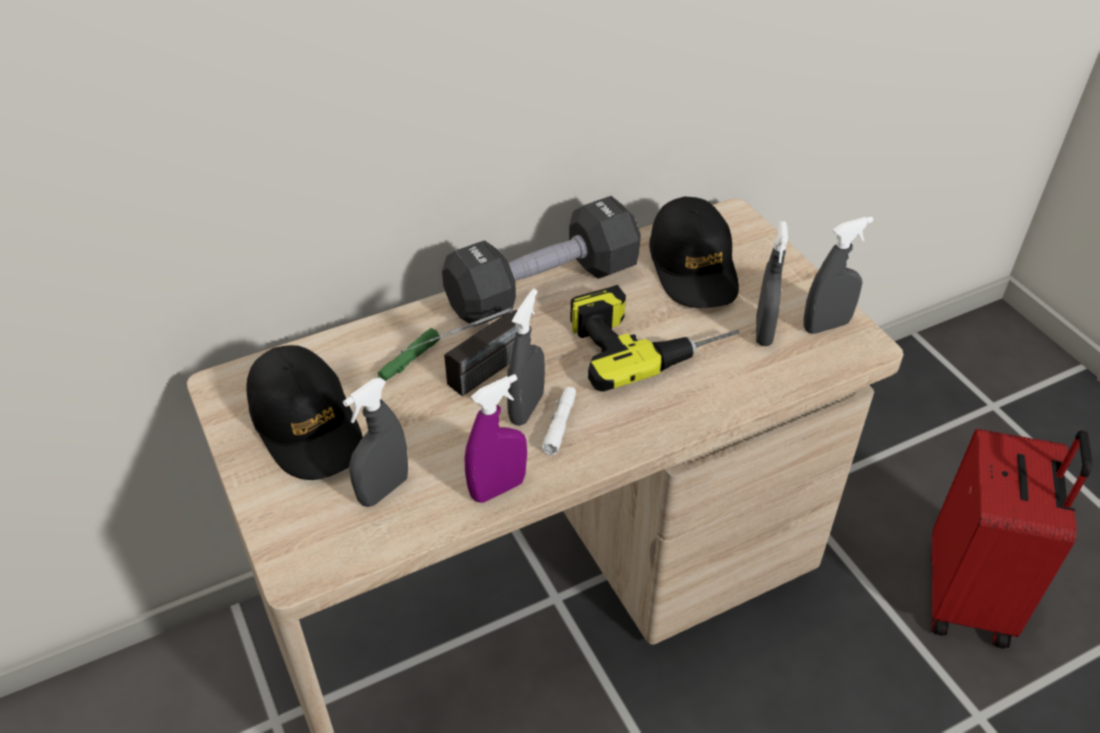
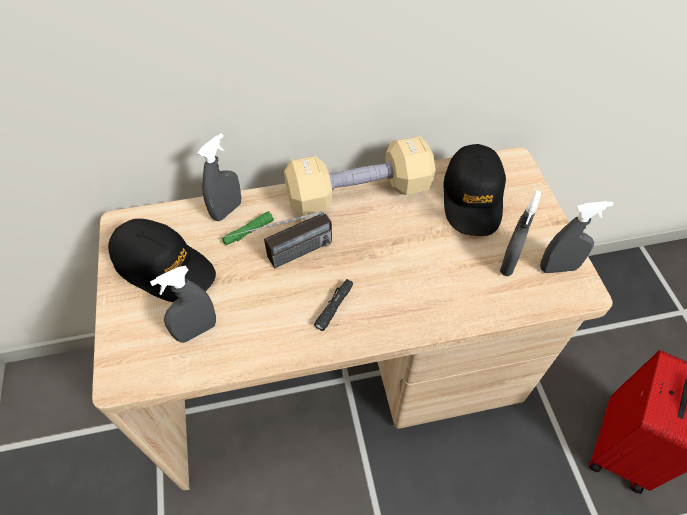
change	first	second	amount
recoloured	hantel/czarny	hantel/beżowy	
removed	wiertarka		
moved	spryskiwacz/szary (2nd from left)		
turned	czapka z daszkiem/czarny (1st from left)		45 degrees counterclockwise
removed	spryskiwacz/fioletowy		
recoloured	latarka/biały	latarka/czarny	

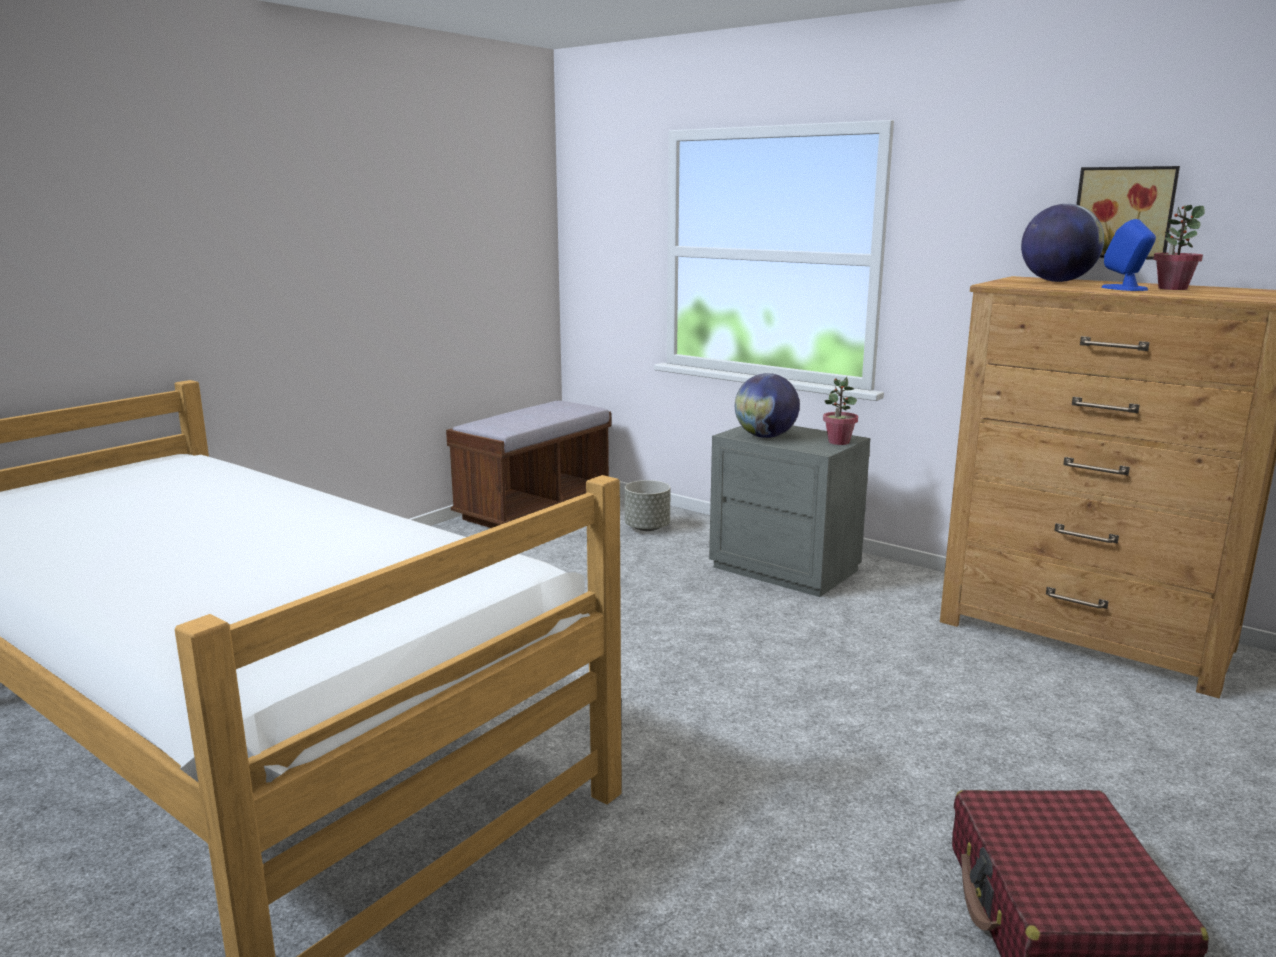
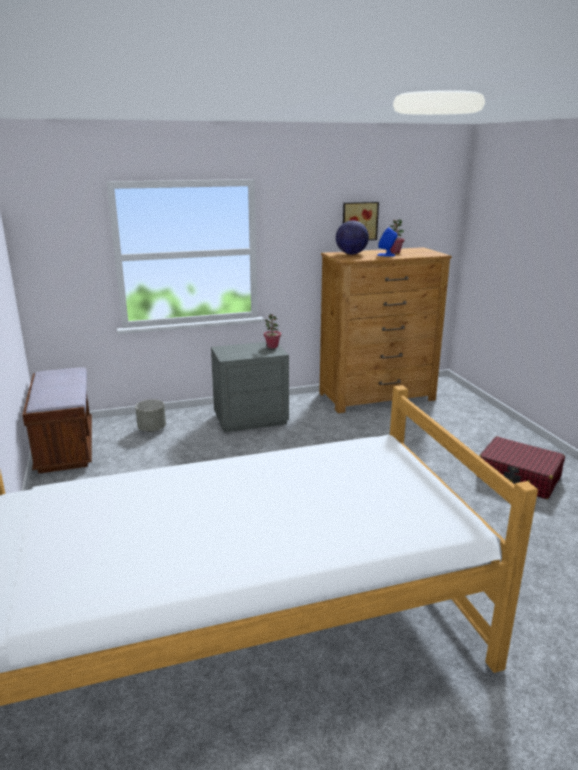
change	first	second	amount
removed	globus (1st from left)		

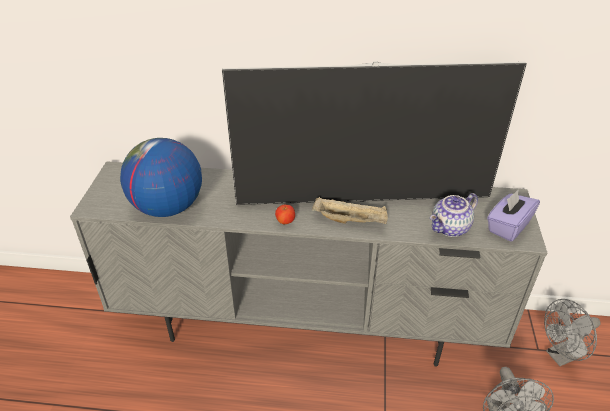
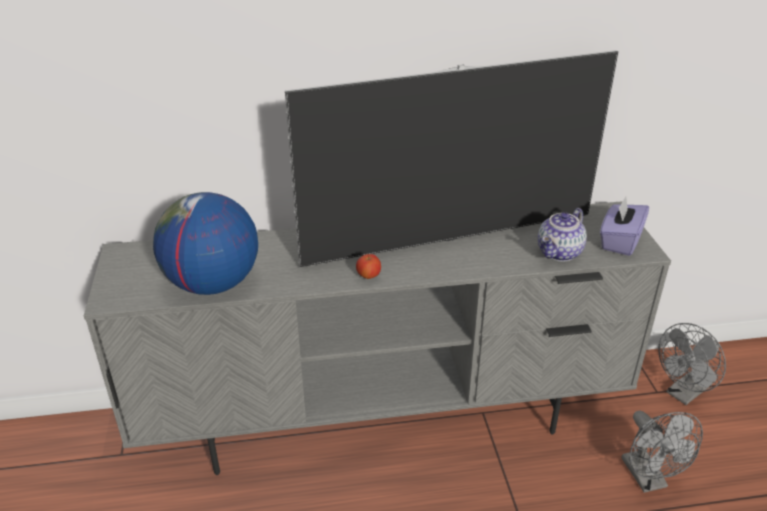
change	first	second	amount
removed	taca/beżowy		

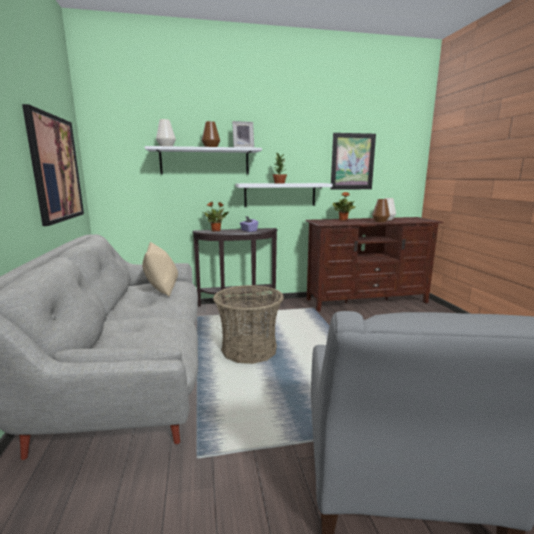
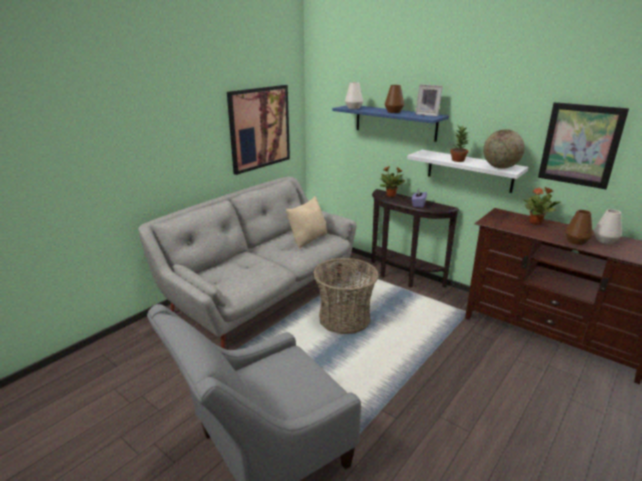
change	first	second	amount
recoloured	półka/biały (1st from left)	półka/niebieski	
added		globus	

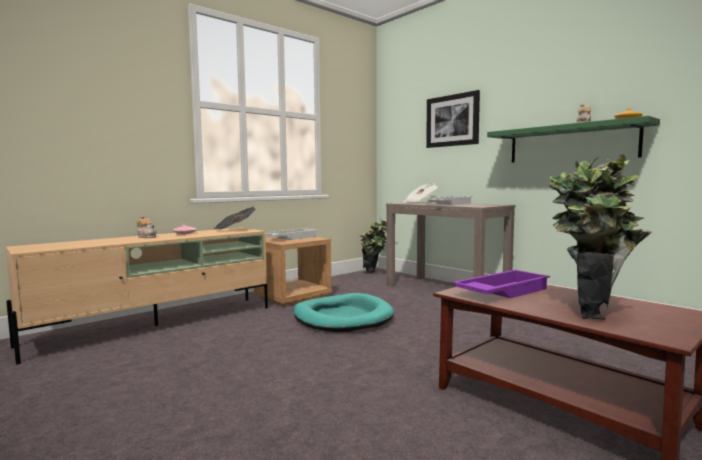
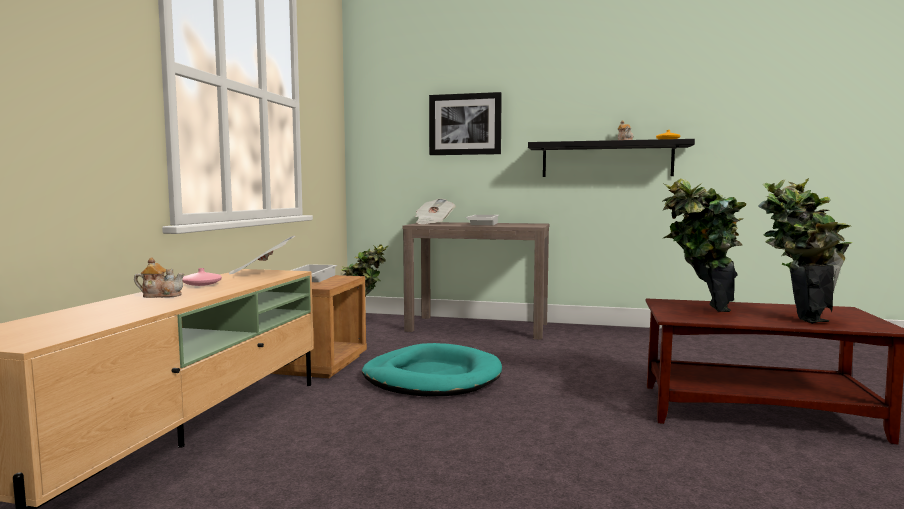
change	first	second	amount
recoloured	półka/zielony	półka/czarny	
replaced	taca/fioletowy	roślina doniczkowa (2nd from left)	

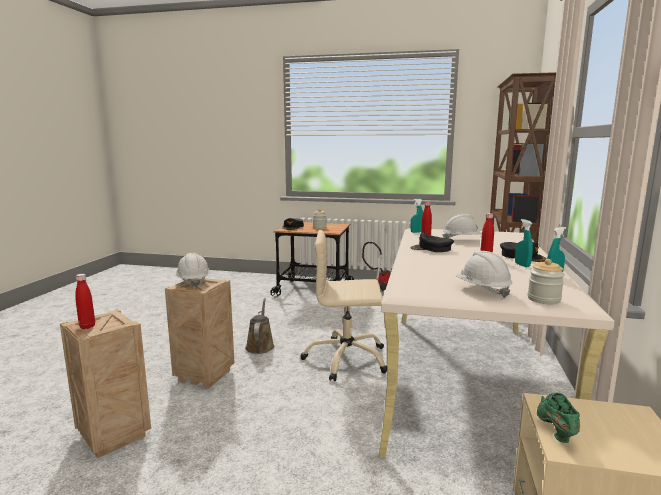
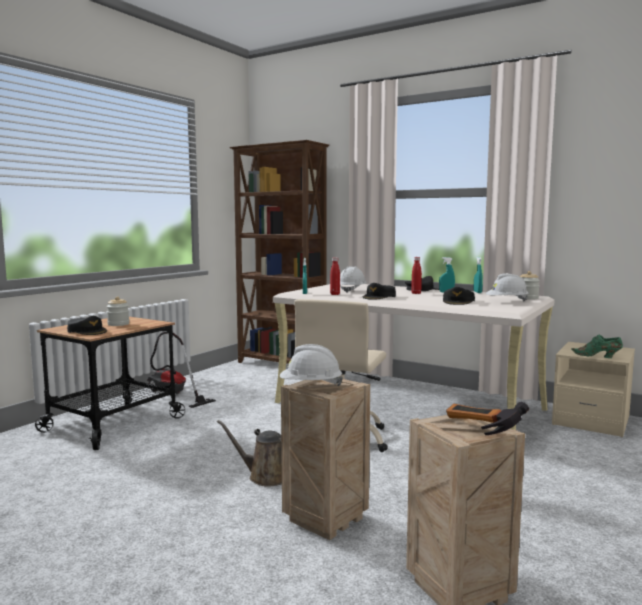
change	first	second	amount
replaced	butelka/czerwony (1st from left)	młotek	
added		czapka z daszkiem/czarny (4th from left)	

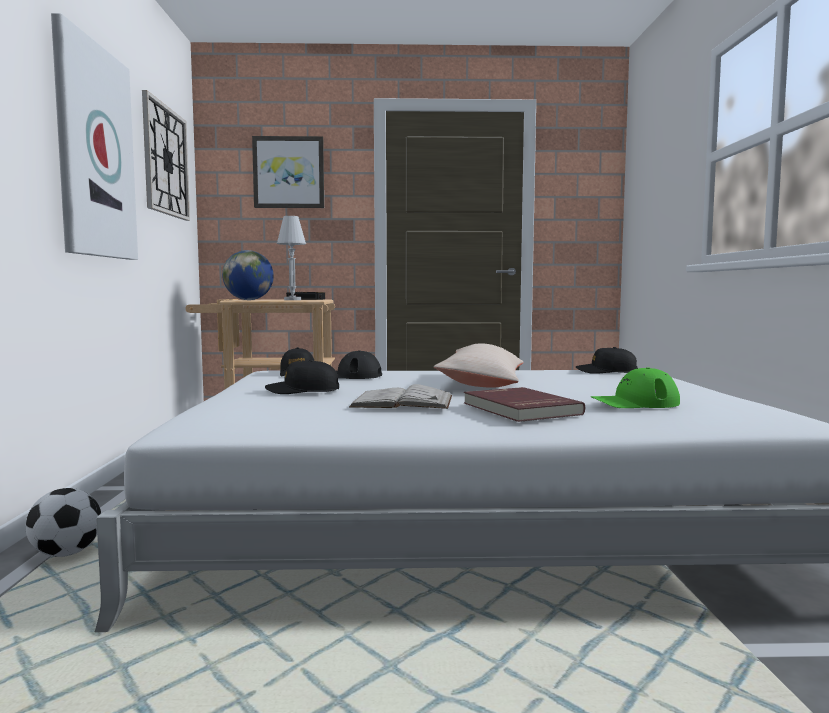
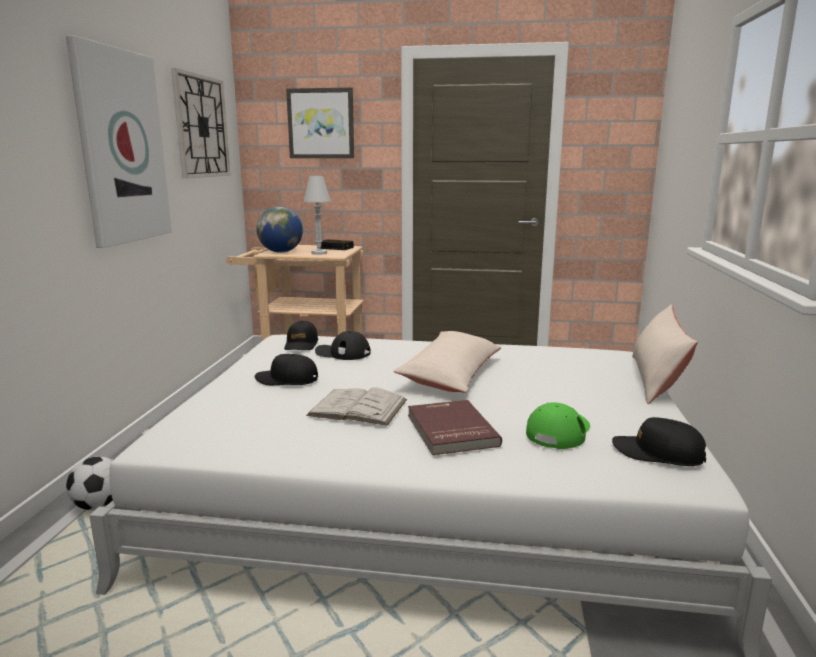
change	first	second	amount
moved	czapka z daszkiem/czarny (4th from left)		
turned	czapka z daszkiem/zielony		120 degrees clockwise
added		poduszka/beżowy (2nd from left)	

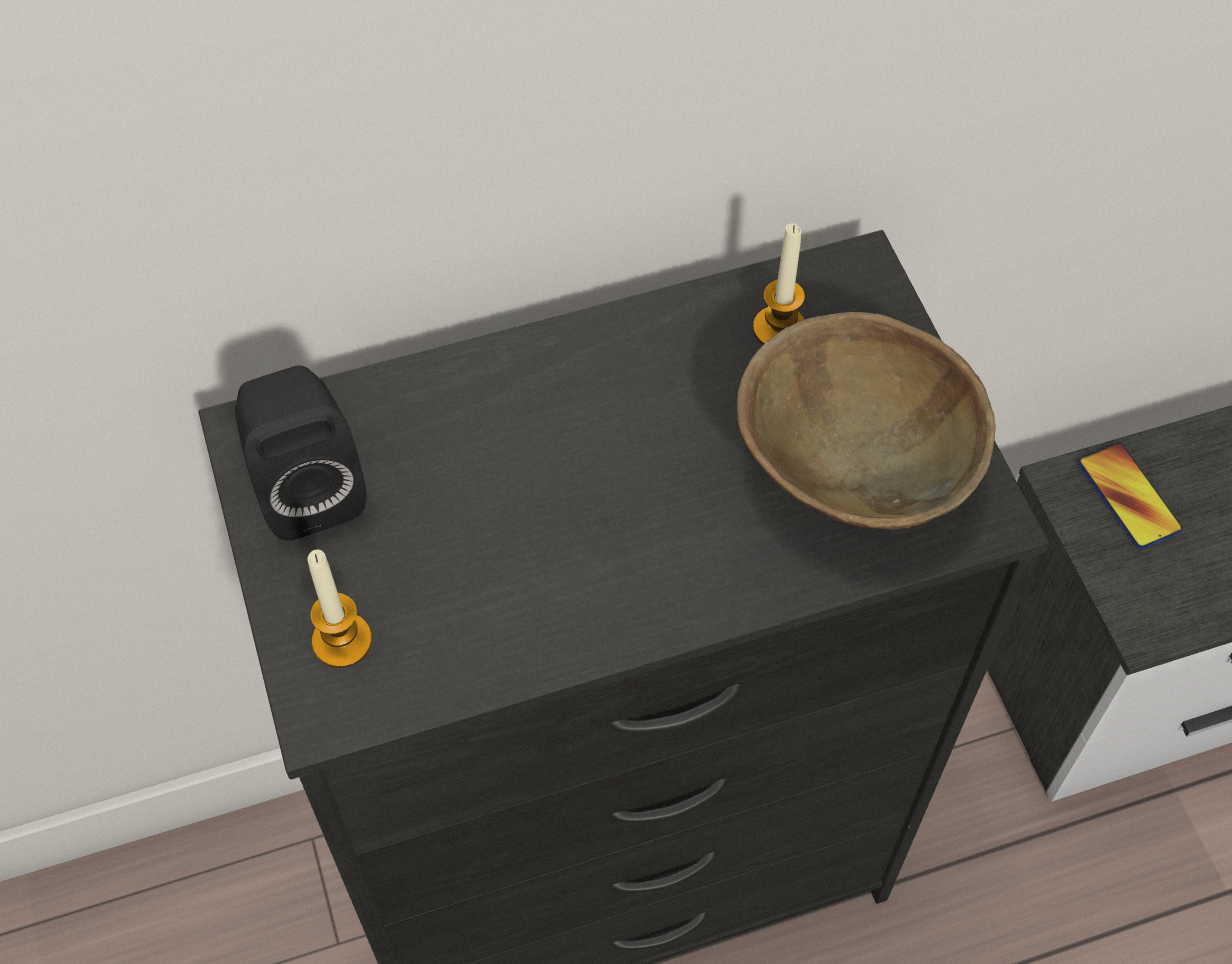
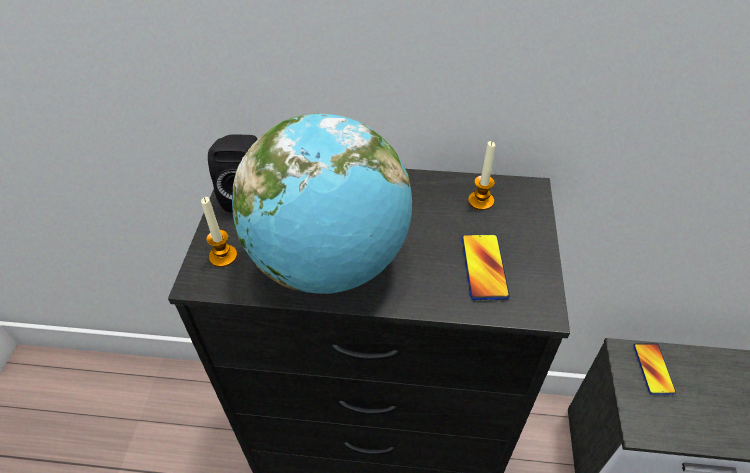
change	first	second	amount
replaced	miska/brązowy	telefon (1st from left)	
added		globus	

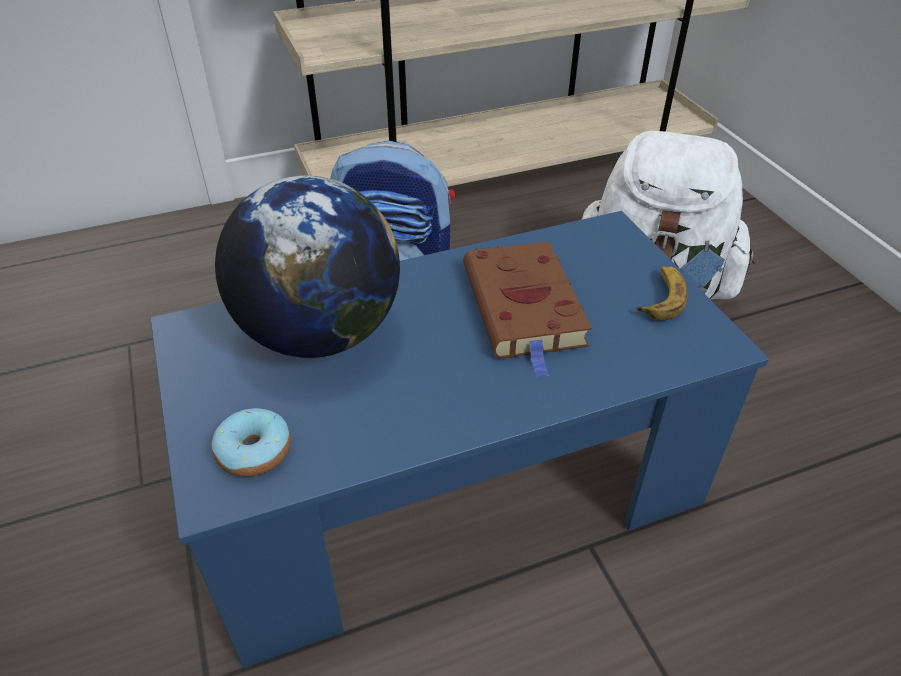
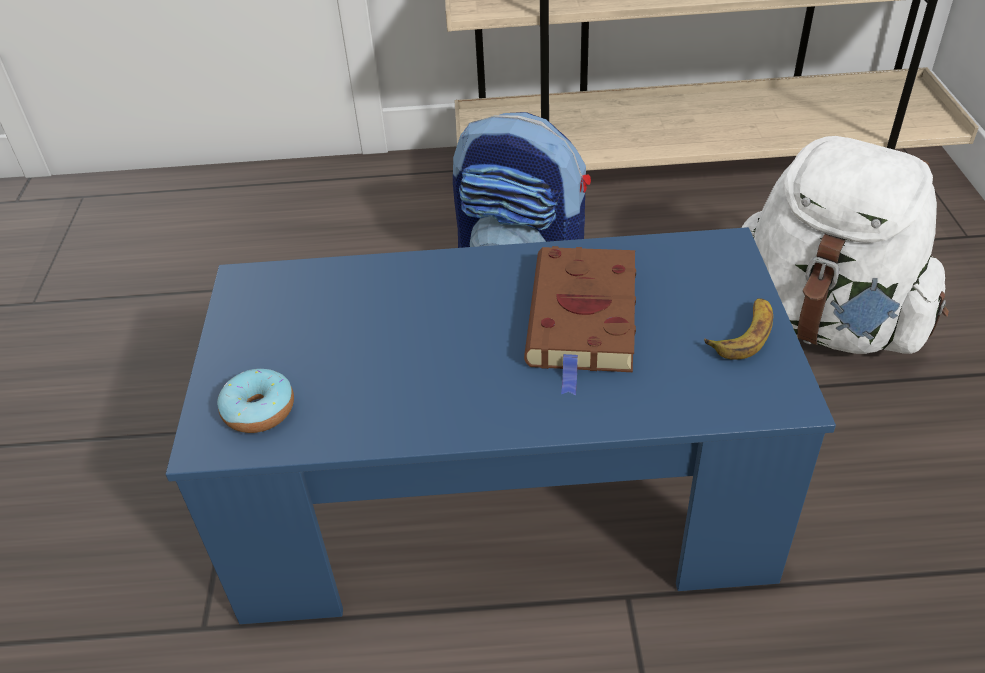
change	first	second	amount
removed	globus		

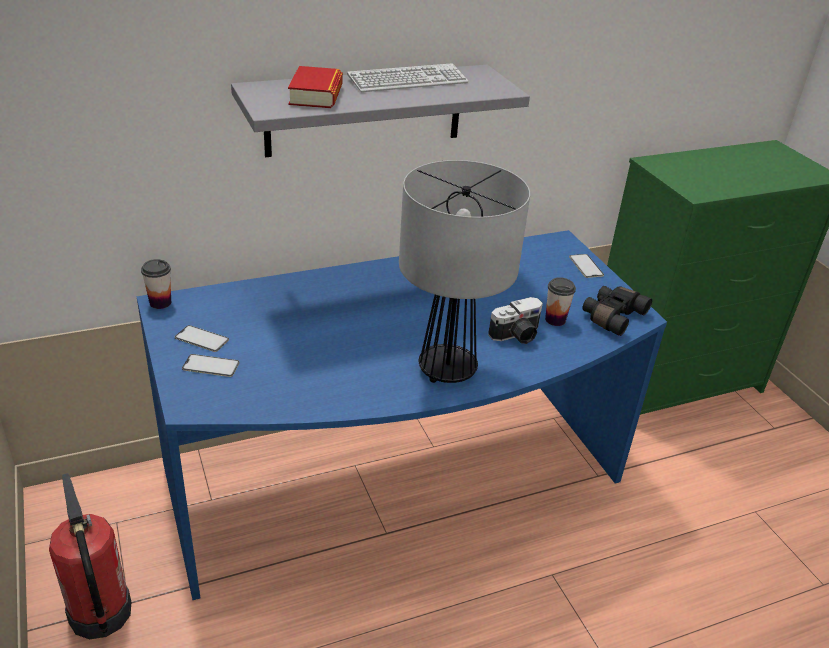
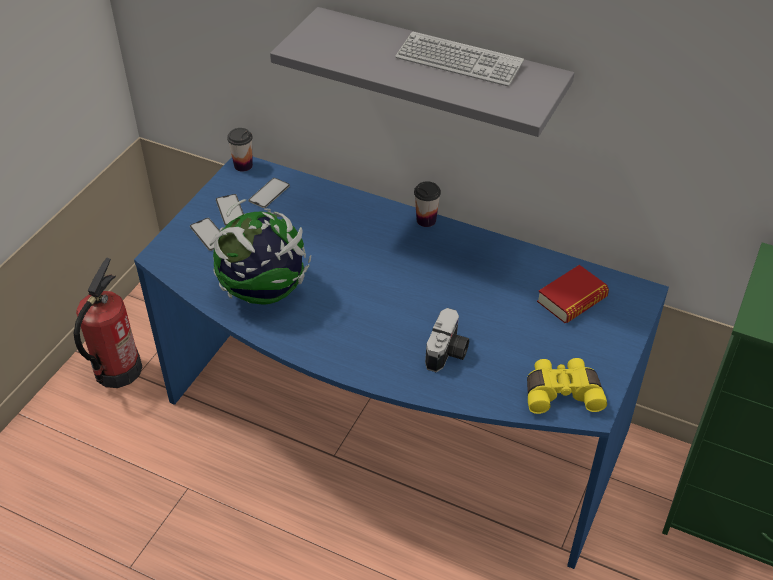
change	first	second	amount
moved	książka		
removed	lampa stołowa		
moved	telefon (3rd from left)		
moved	filiżanka (2nd from left)		
recoloured	lornetka/czarny	lornetka/żółty	
turned	aparat fotograficzny		90 degrees counterclockwise
added		globus	

